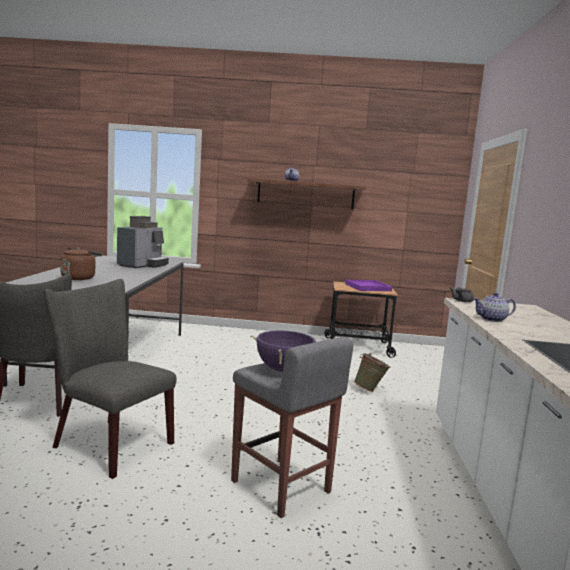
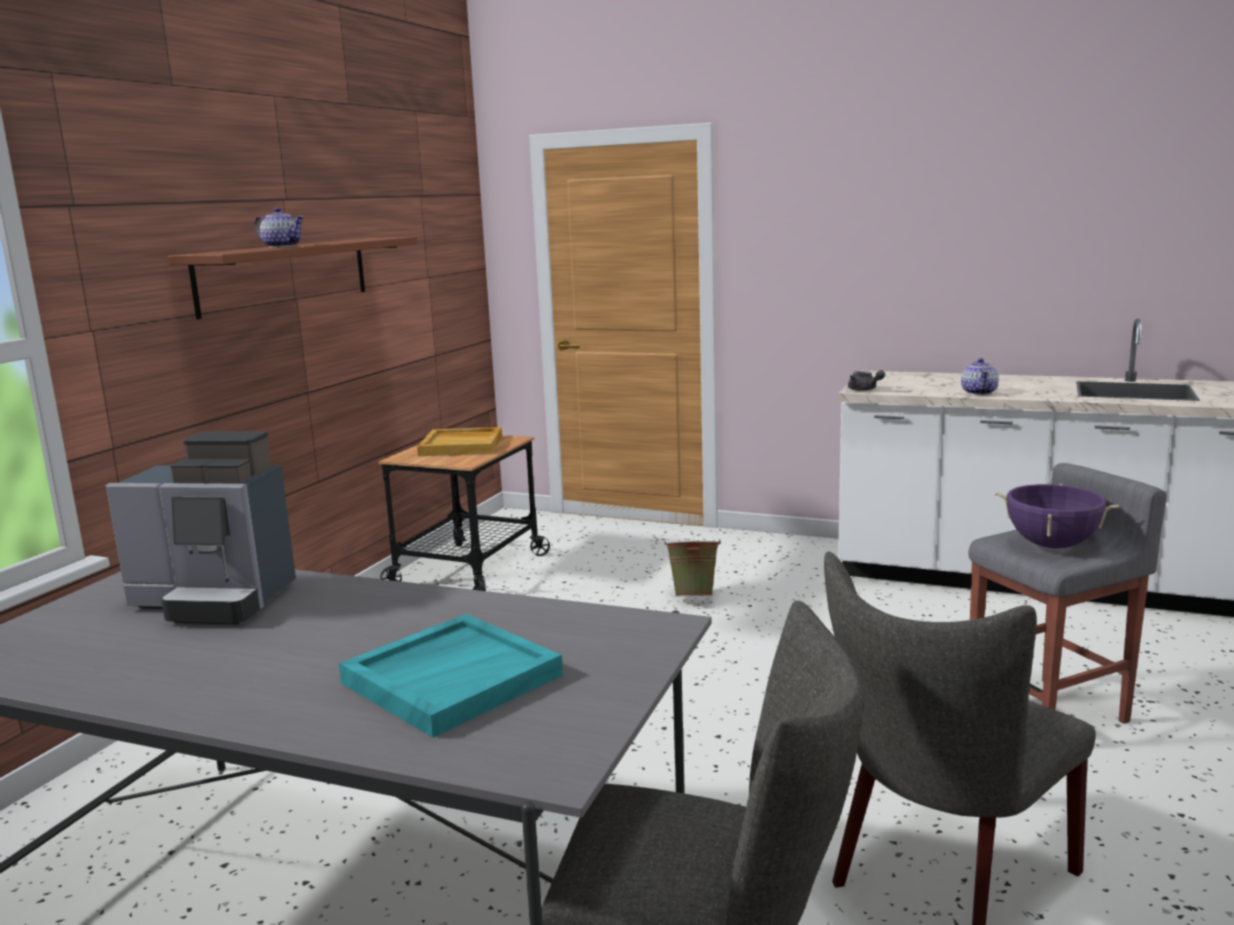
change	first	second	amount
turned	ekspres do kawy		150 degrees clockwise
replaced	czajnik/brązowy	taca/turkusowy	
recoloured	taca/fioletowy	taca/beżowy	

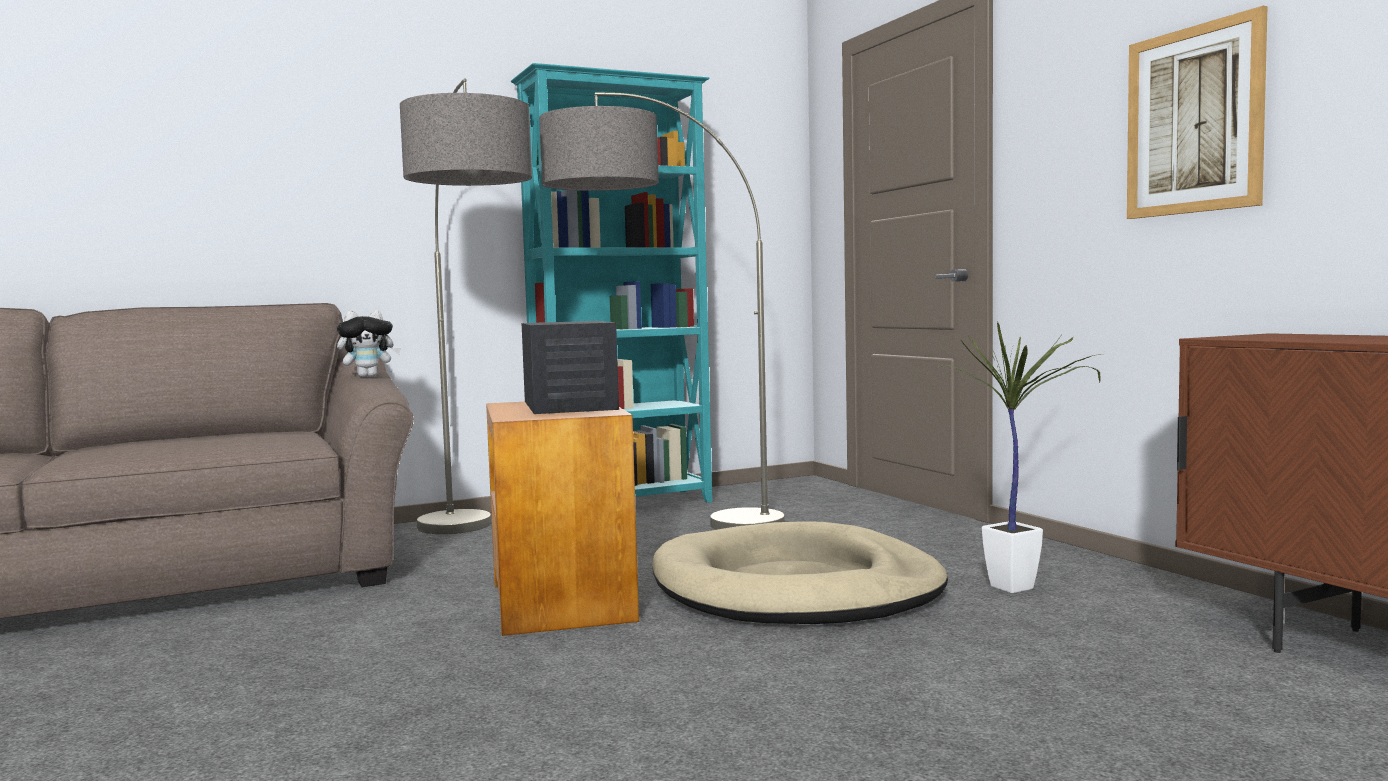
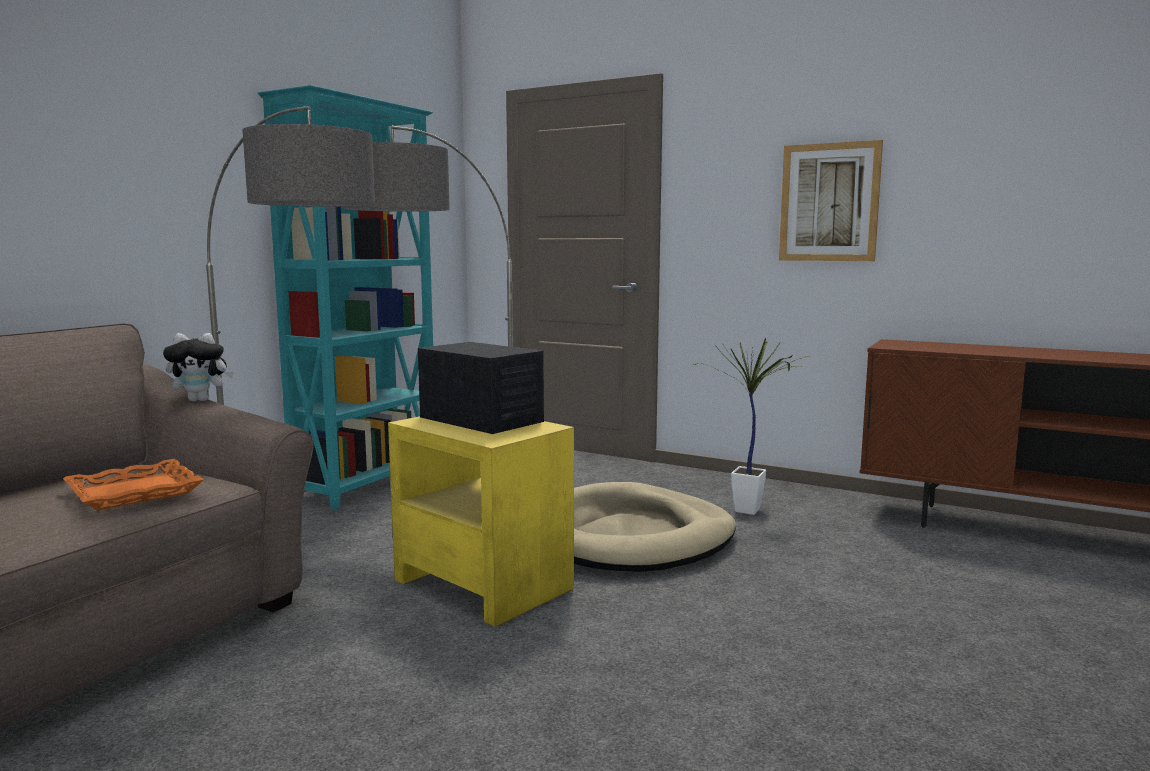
change	first	second	amount
turned	pluszak		45 degrees clockwise
recoloured	stolik/brązowy	stolik/żółty	
added		taca/pomarańczowy	

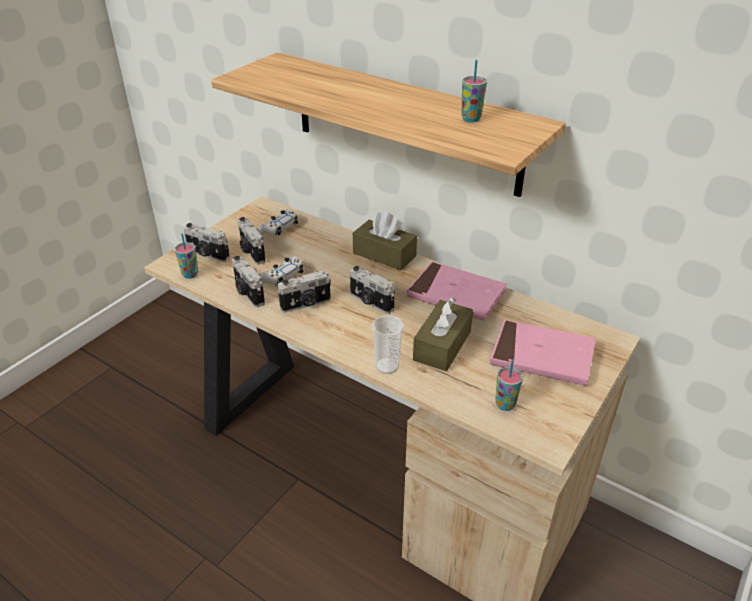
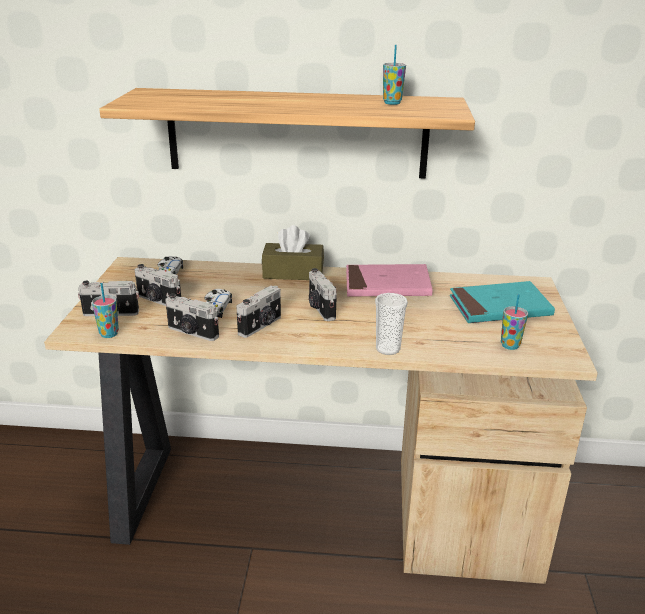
change	first	second	amount
turned	aparat fotograficzny (5th from left)		60 degrees clockwise
removed	pudełko chusteczek/brązowy (2nd from left)		
recoloured	książka/różowy (2nd from left)	książka/turkusowy	

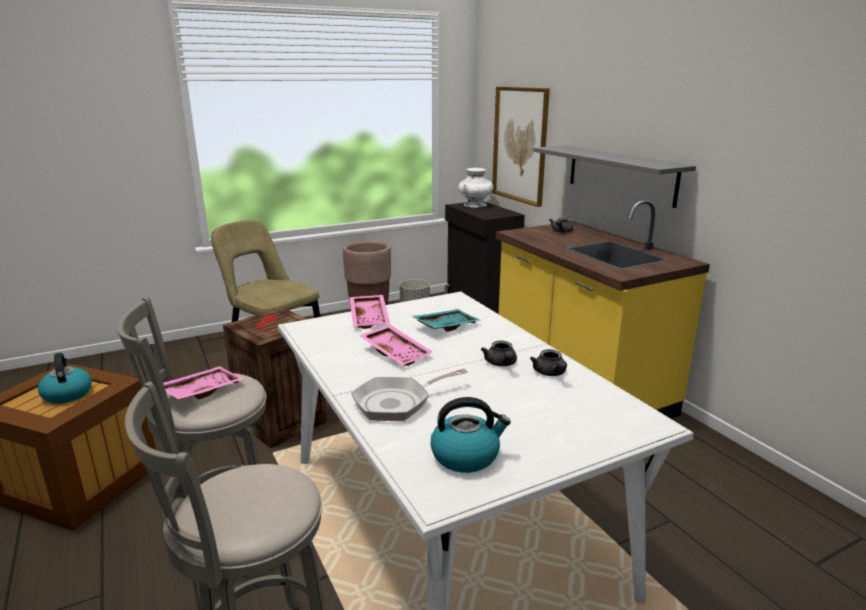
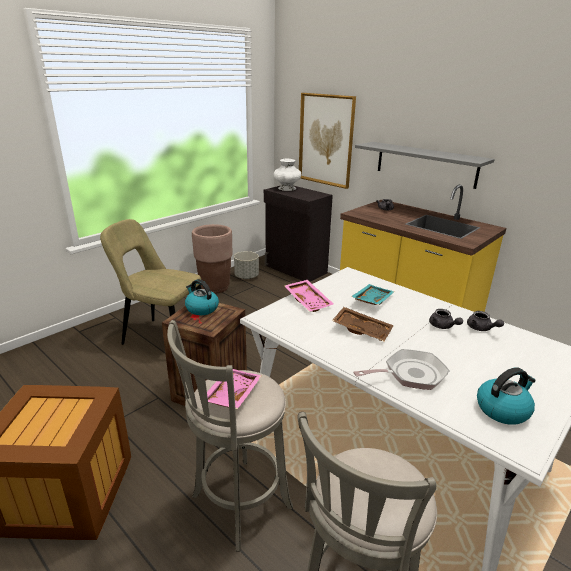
change	first	second	amount
recoloured	taca/różowy (3rd from left)	taca/brązowy	
moved	czajnik (1st from left)		
turned	patelnia		150 degrees counterclockwise

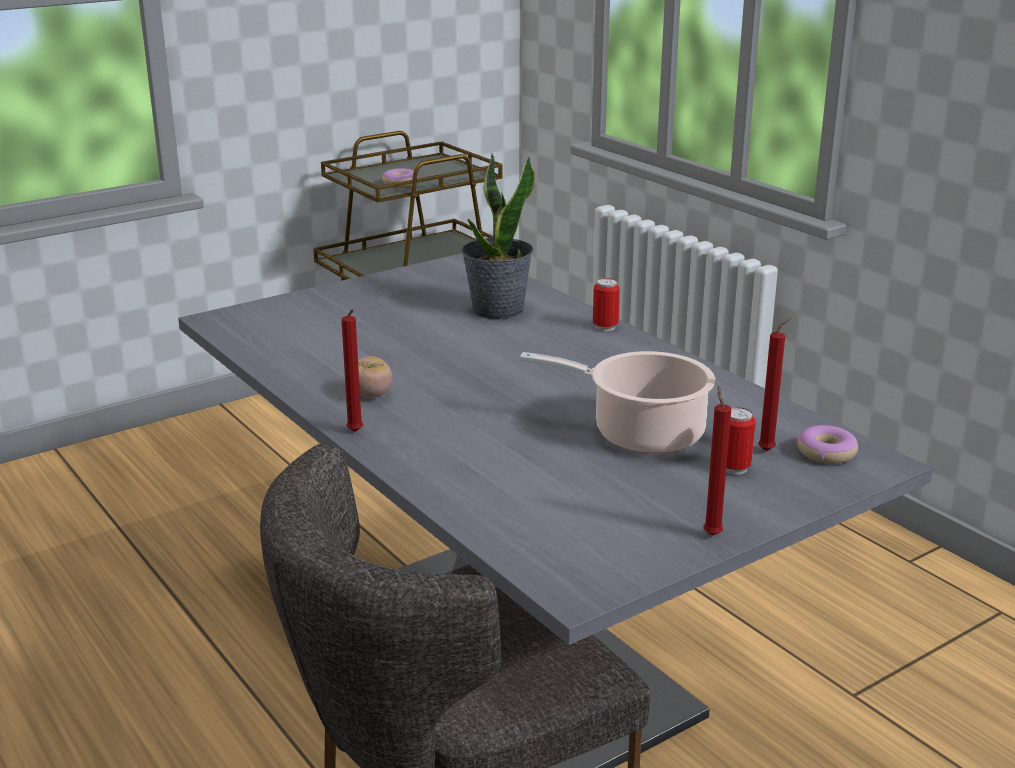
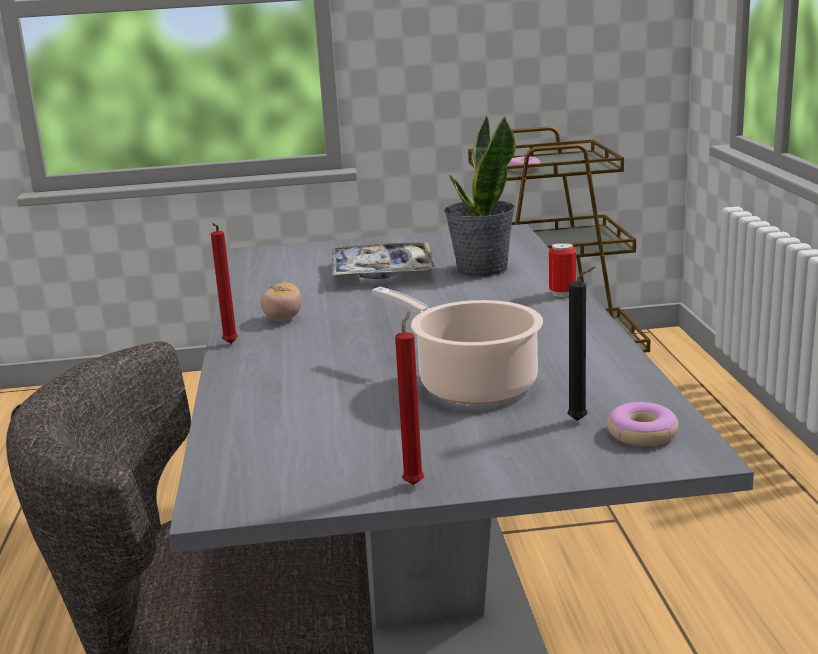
change	first	second	amount
recoloured	świeca/czerwony (3rd from left)	świeca/czarny	
removed	puszka (2nd from left)		
added		taca	

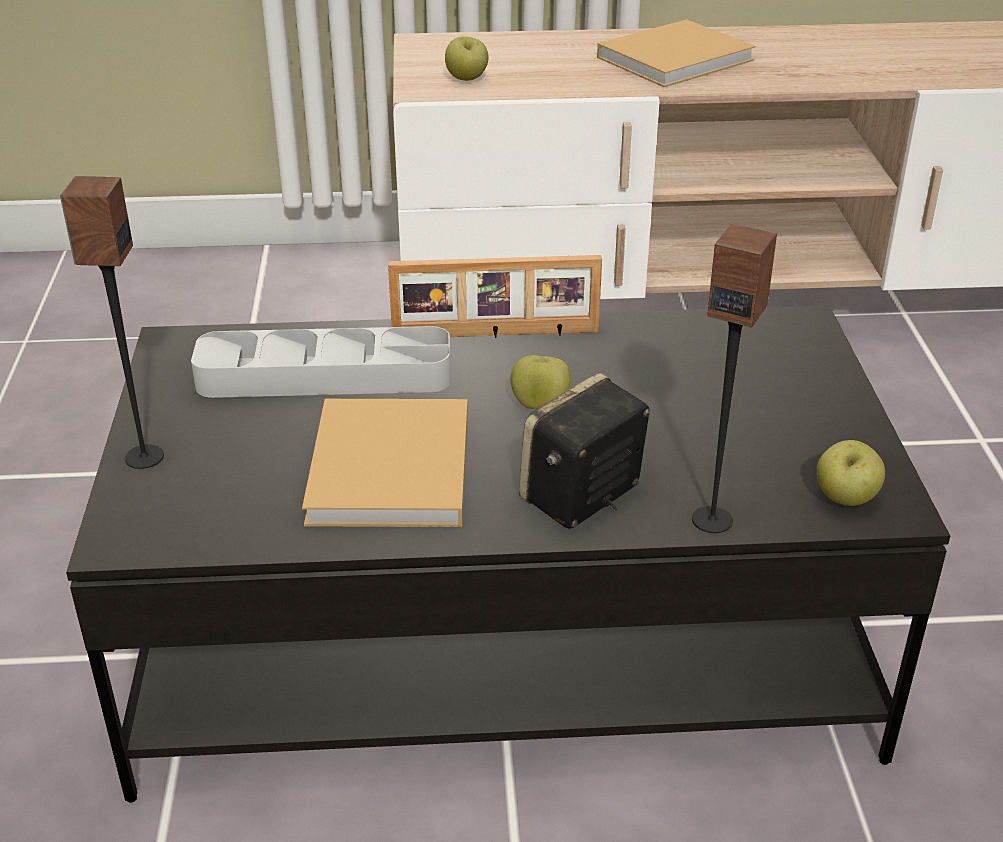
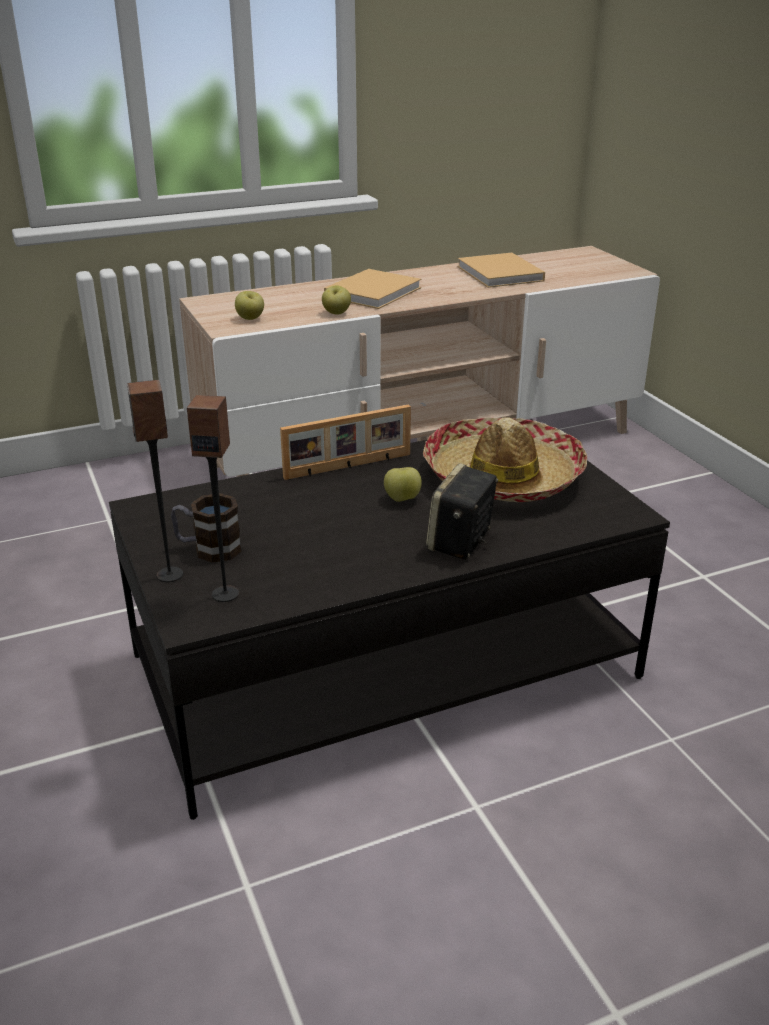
change	first	second	amount
moved	głośnik (3rd from left in the first image)	głośnik (2nd from left)	
removed	taca/szary		
moved	książka/beżowy (1st from left in the first image)	książka/beżowy (2nd from left)	
moved	jabłko (3rd from left in the first image)	jabłko (2nd from left)	
added		kapelusz	
added		kubek	

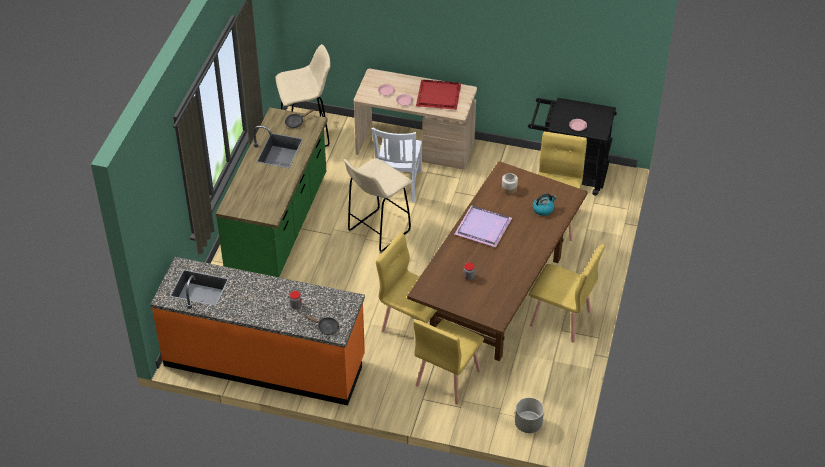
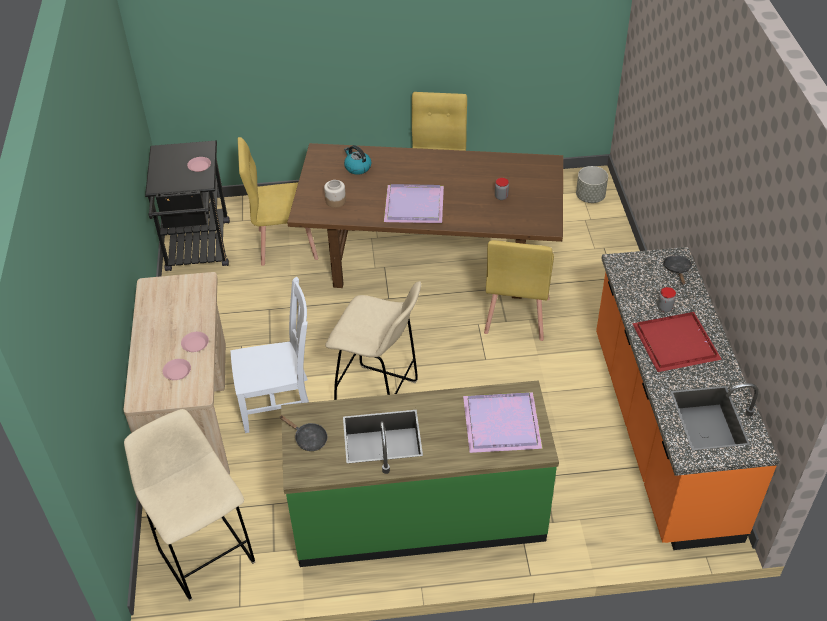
change	first	second	amount
moved	taca/czerwony		
removed	krzesło/żółty (2nd from left)		
added		taca/fioletowy (2nd from left)	

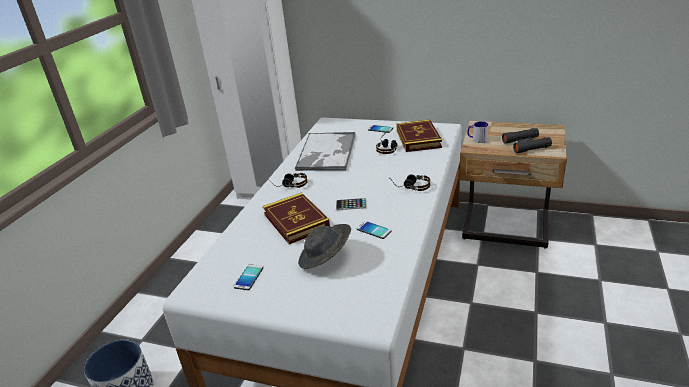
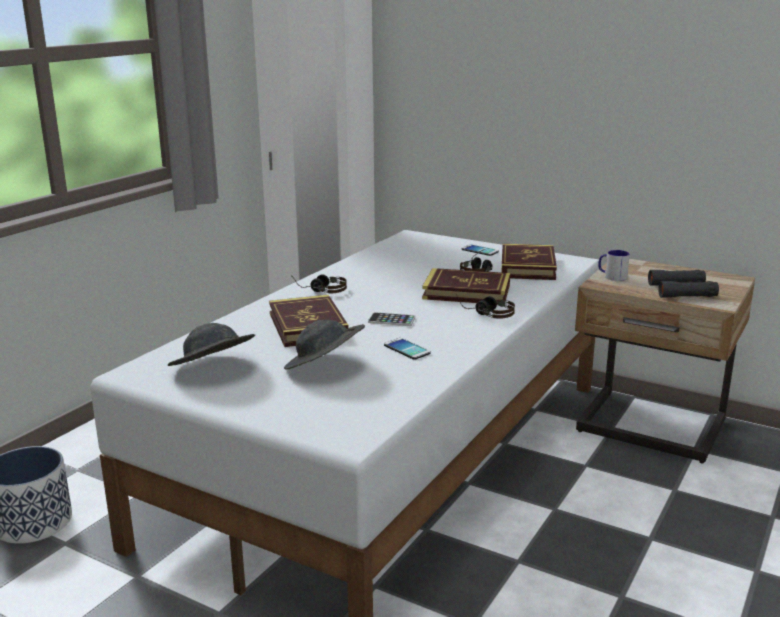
change	first	second	amount
removed	taca		
replaced	telefon (1st from left)	kapelusz/szary (1st from left)	
added		książka (2nd from left)	

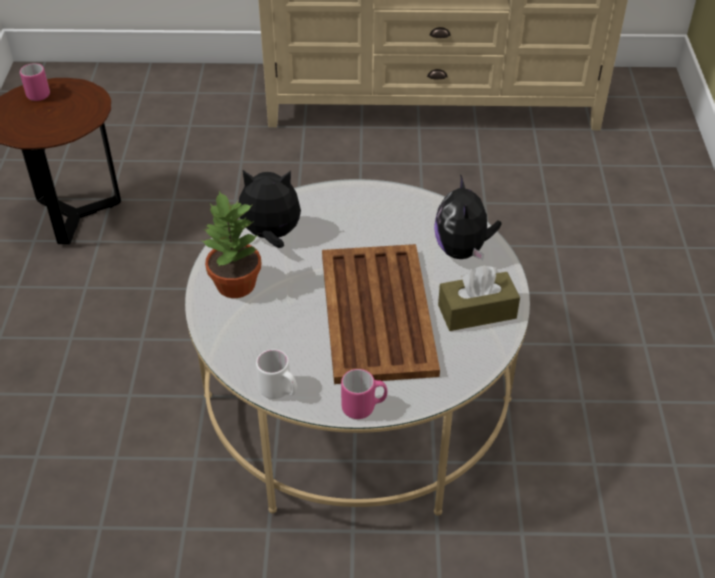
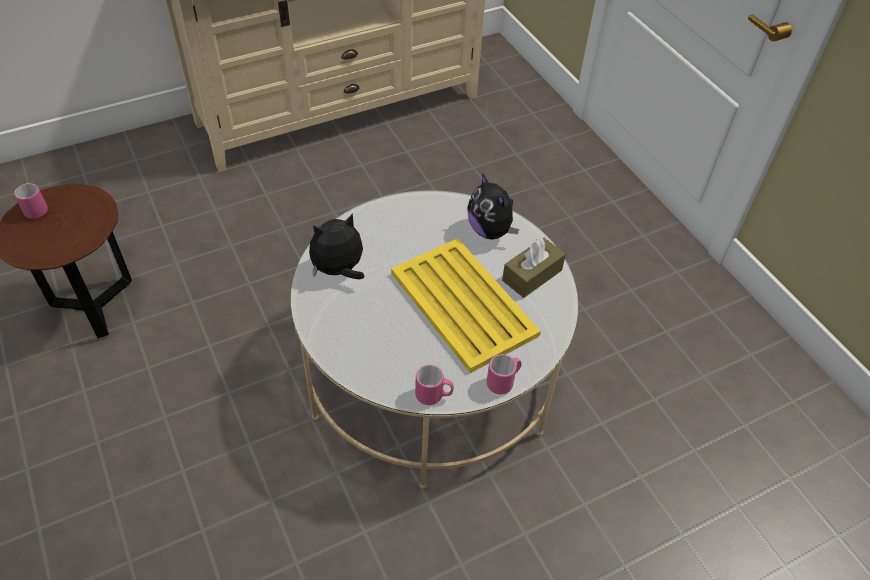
change	first	second	amount
removed	roślina doniczkowa		
recoloured	taca/brązowy	taca/żółty	
recoloured	kubek/biały	kubek/różowy (2nd from left)	

